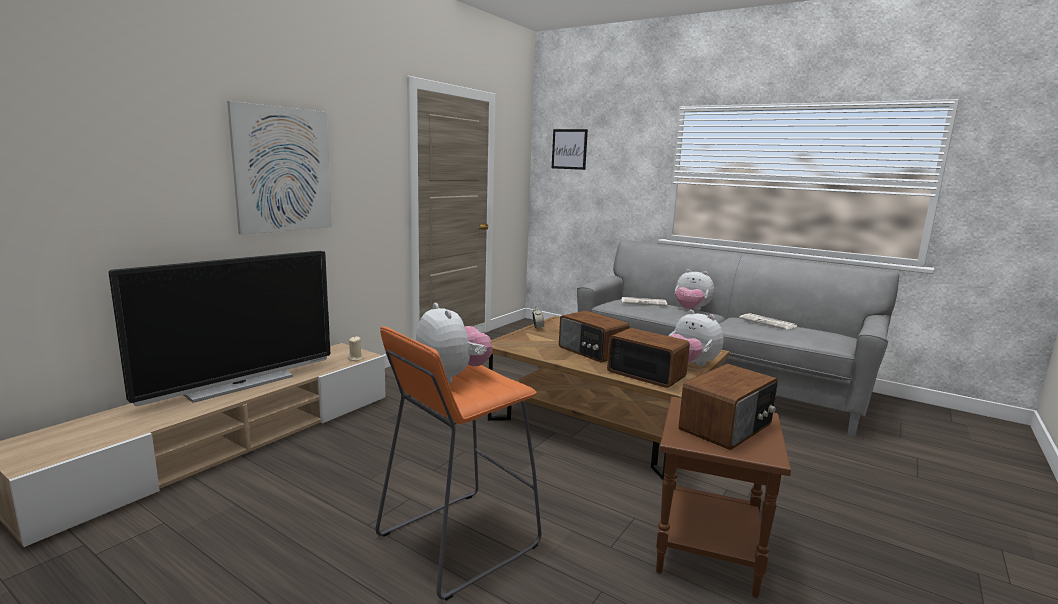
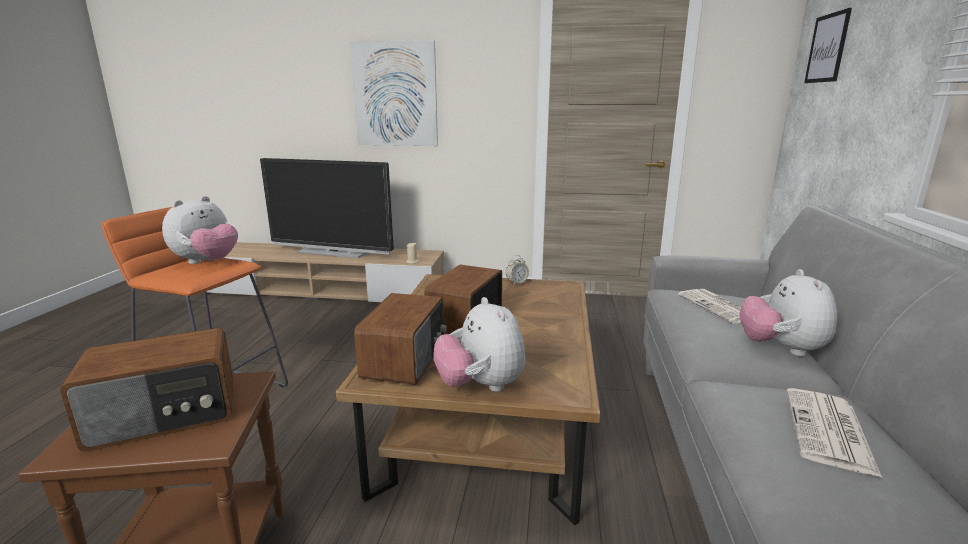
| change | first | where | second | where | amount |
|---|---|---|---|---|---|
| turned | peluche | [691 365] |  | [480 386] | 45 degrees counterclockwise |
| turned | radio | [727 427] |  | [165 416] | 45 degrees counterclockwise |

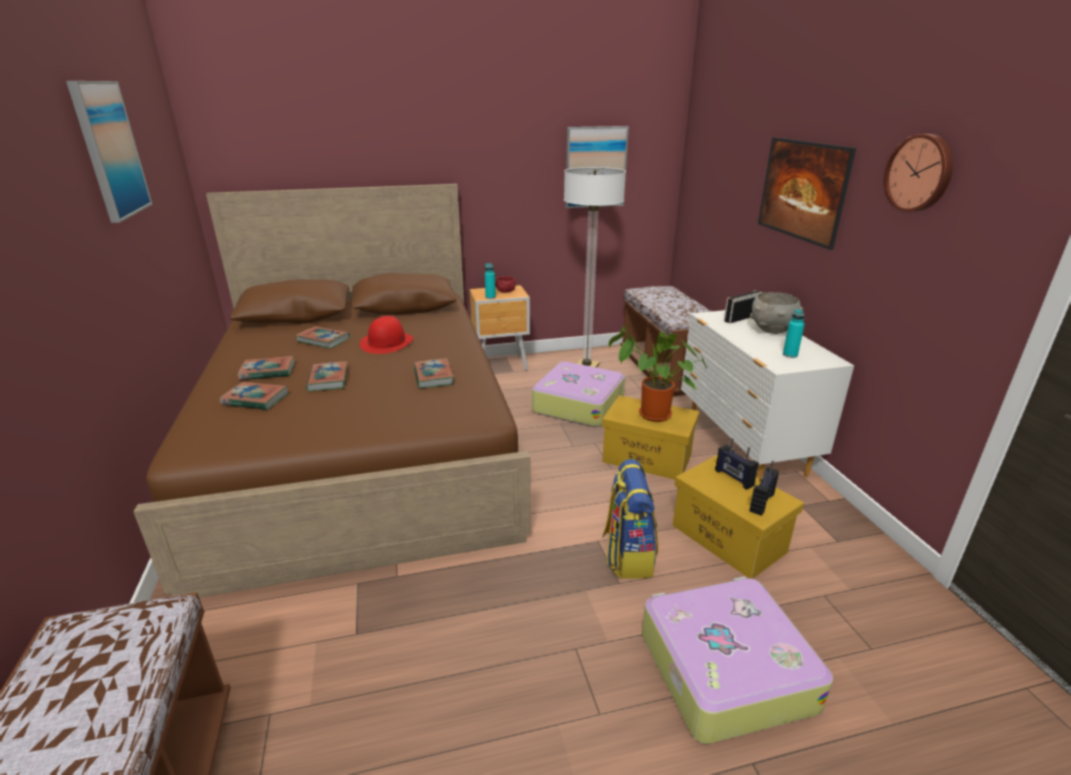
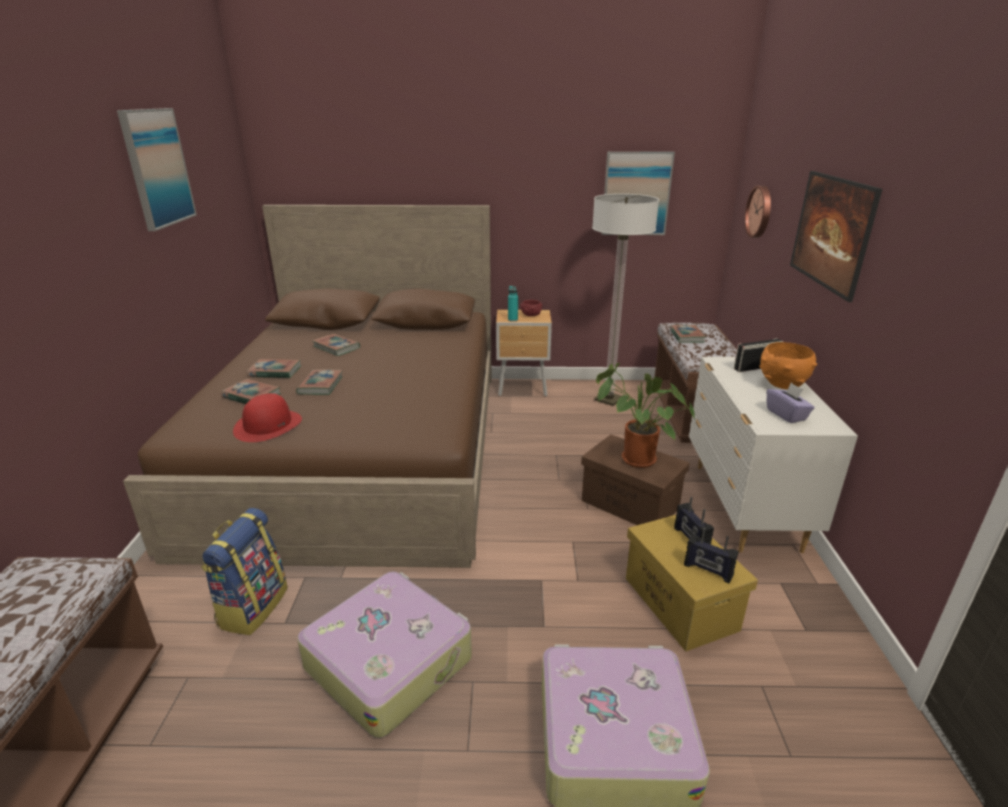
| change | first | where | second | where | amount |
|---|---|---|---|---|---|
| moved | chapeau (rouge) | [387 342] |  | [268 425] |  |
| moved | livre | [433 376] |  | [686 336] |  |
| moved | valise | [578 404] |  | [389 661] |  |
| moved | sac à dos | [627 555] |  | [252 607] |  |
| moved | horloge murale | [920 173] |  | [760 211] |  |
| replaced | bouteille (turquoise) | [790 355] | boîte à mouchoirs (violet) | [786 415] |  |
| recoloured | boîte de rangement (jaune) | [648 458] | boîte de rangement (marron) | [631 504] |  |
| recoloured | bol (gris) | [771 331] | bol (orange) | [782 385] |  |
| turned | radio | [761 502] |  | [708 571] | 105 degrees counterclockwise |

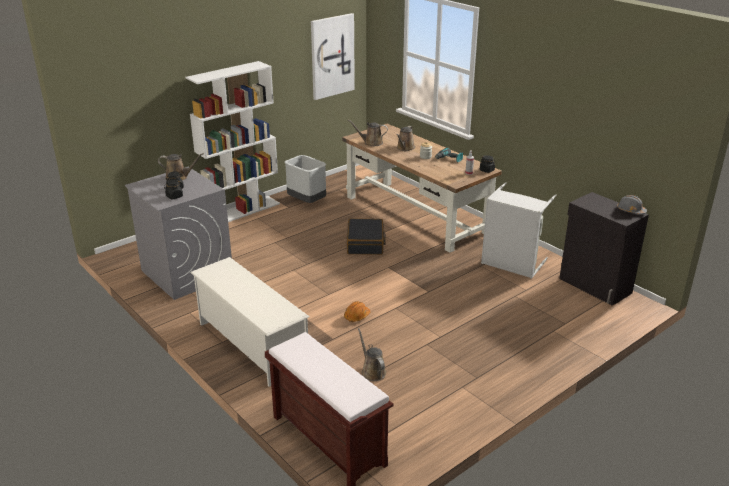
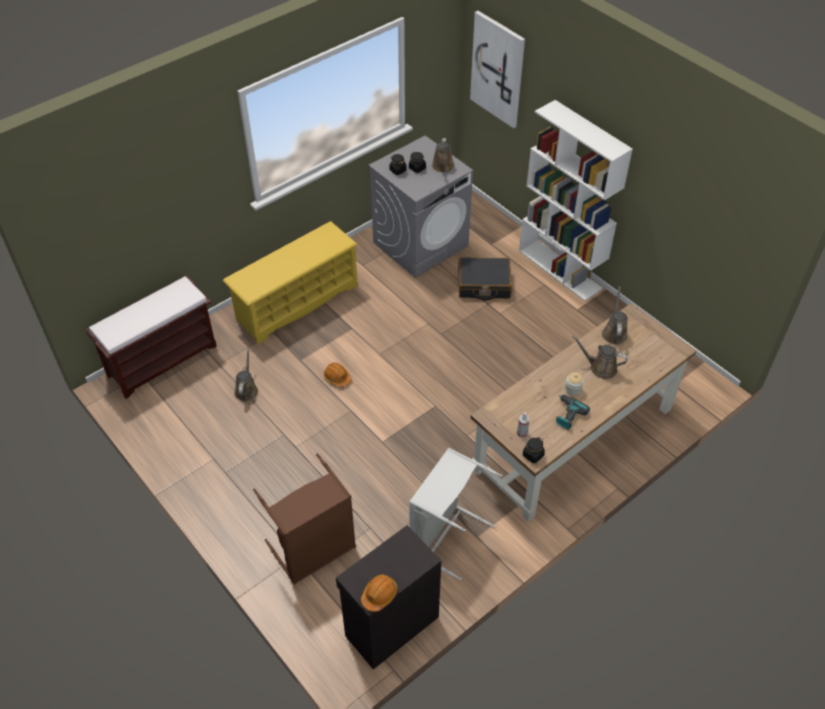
| change | first | where | second | where | amount |
|---|---|---|---|---|---|
| removed | poubelle (gris) | [306 202] |  |  |  |
| added |  |  | panier à linge (marron) | [315 551] |  |
| moved | tableau | [332 56] |  | [498 69] |  |
| moved | valise (noir) | [365 243] |  | [484 285] |  |
| recoloured | étagère à chaussures (blanc) | [251 345] | étagère à chaussures (jaune) | [296 302] |  |
| recoloured | casque de chantier (gris) | [630 211] | casque de chantier (orange) | [379 595] |  |
| turned | arrosoir (marron) | [372 371] |  | [246 389] | 60 degrees counterclockwise |

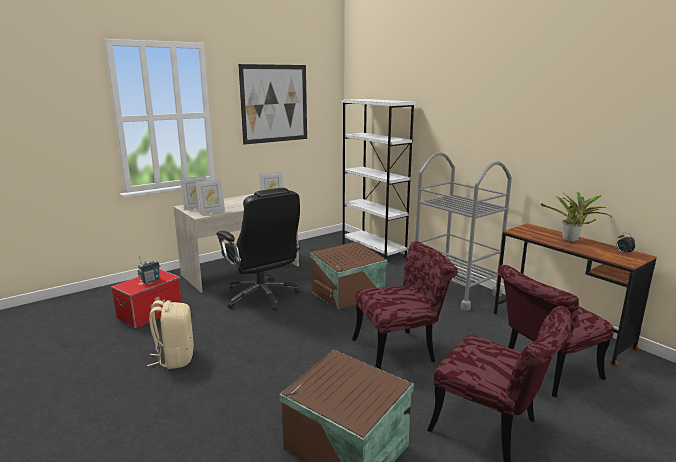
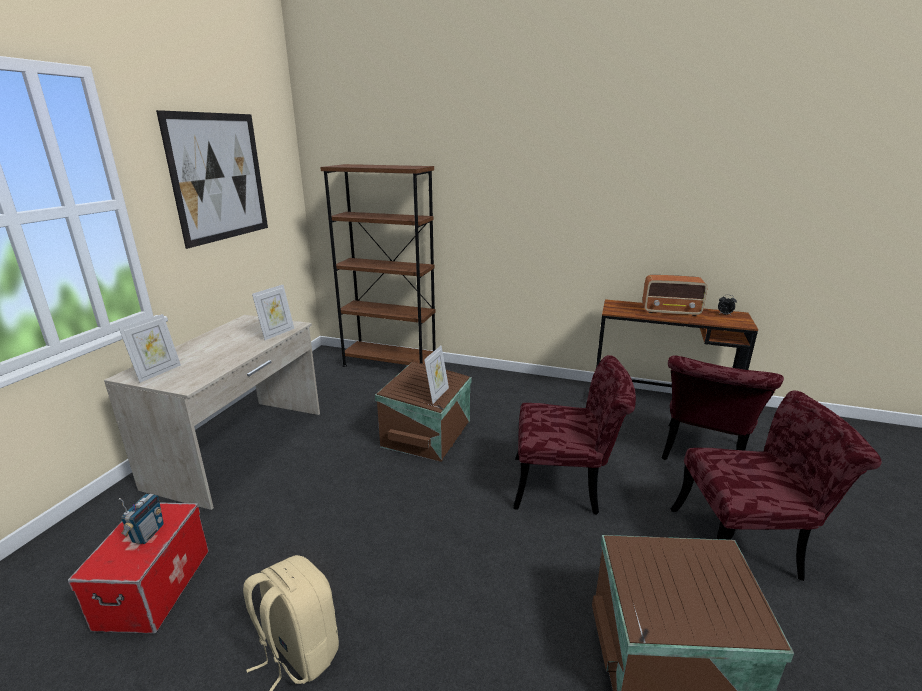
| change | first | where | second | where | amount |
|---|---|---|---|---|---|
| removed | chaise de bureau (noir) | [262 296] |  |  |  |
| removed | chariot (gris) | [454 290] |  |  |  |
| moved | cadre photo | [211 212] |  | [437 395] |  |
| replaced | plante en pot | [571 241] | radio | [671 311] |  |
| recoloured | bibliothèque (blanc) | [373 250] | bibliothèque (marron) | [389 364] |  |
| turned | chaise (rouge) | [401 349] |  | [566 486] | 60 degrees clockwise |

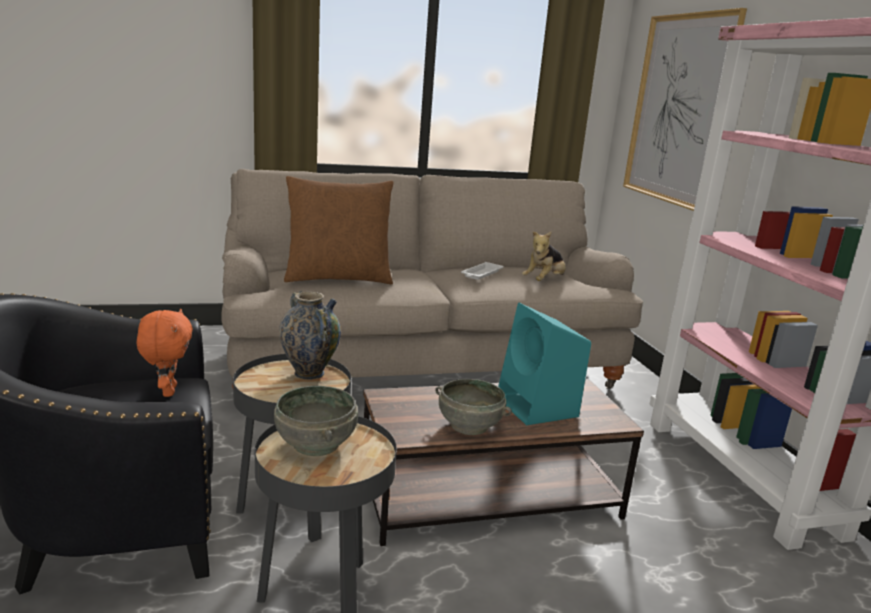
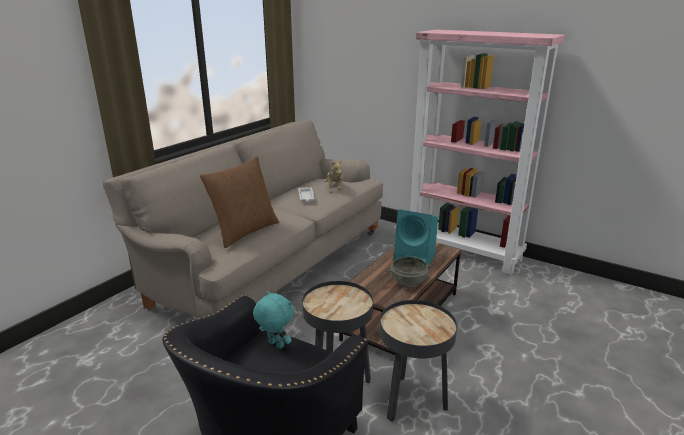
| change | first | where | second | where | amount |
|---|---|---|---|---|---|
| removed | bol (gris) | [317 444] |  |  |  |
| removed | vase | [309 373] |  |  |  |
| removed | tableau | [678 109] |  |  |  |
| recoloured | peluche (orange) | [167 391] | peluche (turquoise) | [275 345] |  |

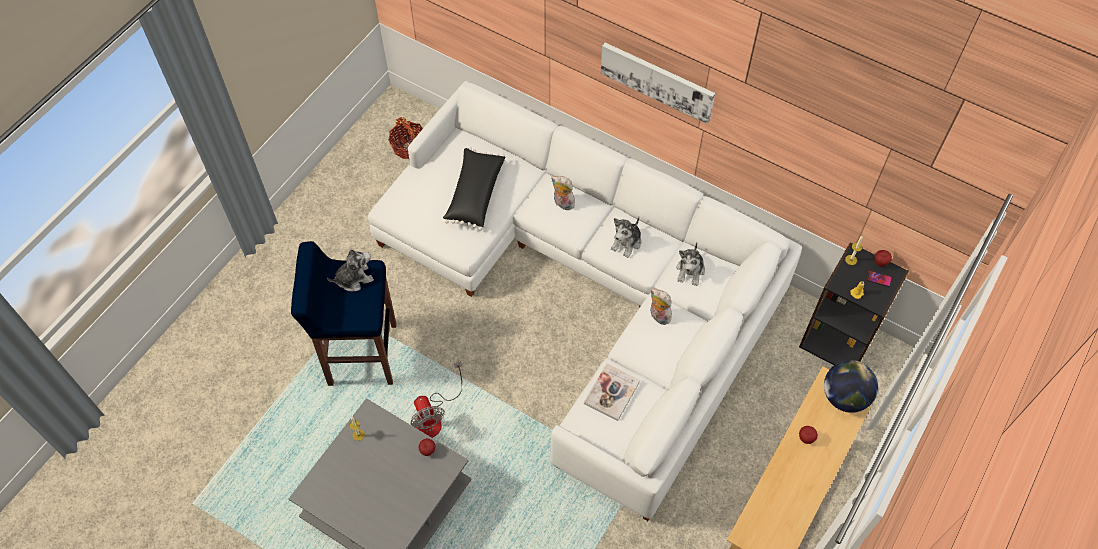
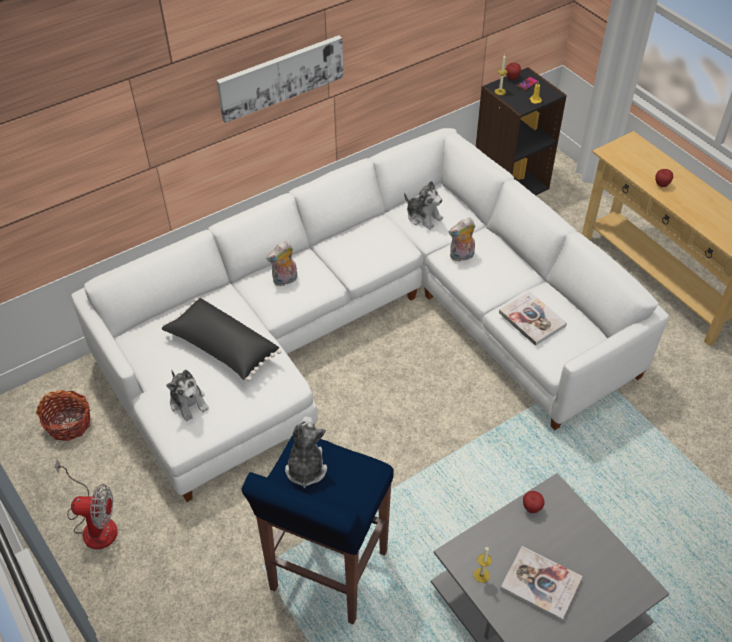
| change | first | where | second | where | amount |
|---|---|---|---|---|---|
| removed | globe | [844 397] |  |  |  |
| added |  |  | livre | [540 584] |  |
| moved | ventilateur | [434 417] |  | [94 524] |  |
| moved | peluche | [627 242] |  | [188 402] |  |

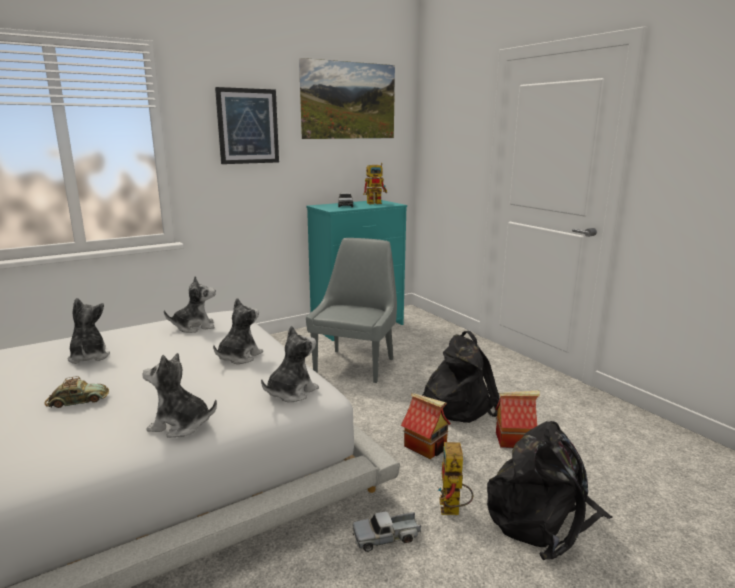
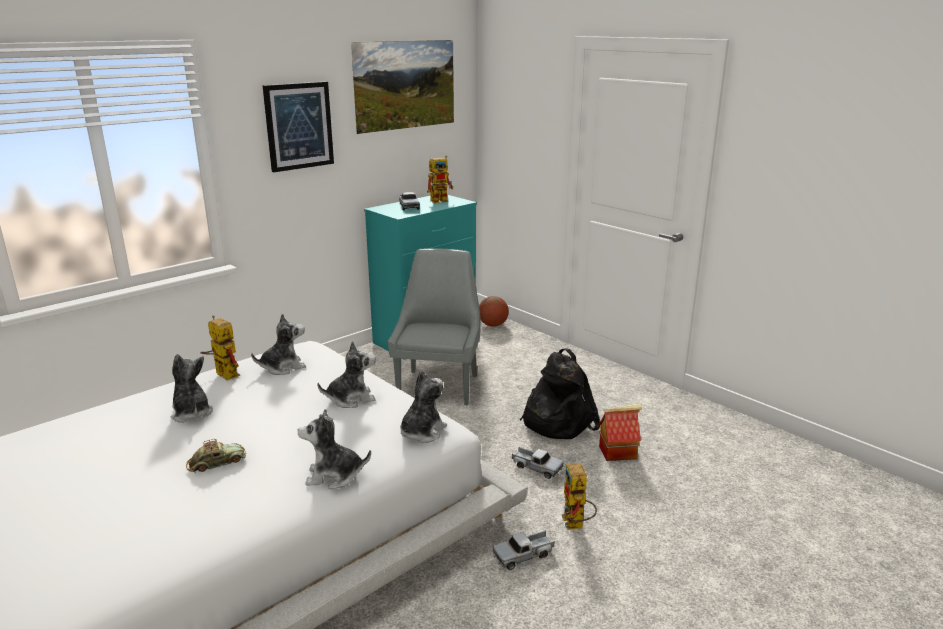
| change | first | where | second | where | amount |
|---|---|---|---|---|---|
| removed | sac à dos (noir) | [542 518] |  |  |  |
| added |  |  | robot jouet | [223 374] |  |
| added |  |  | ballon de basket | [493 325] |  |
| replaced | maison miniature | [426 446] | camion jouet | [536 467] |  |
| turned | peluche | [239 357] |  | [351 399] | 45 degrees clockwise |

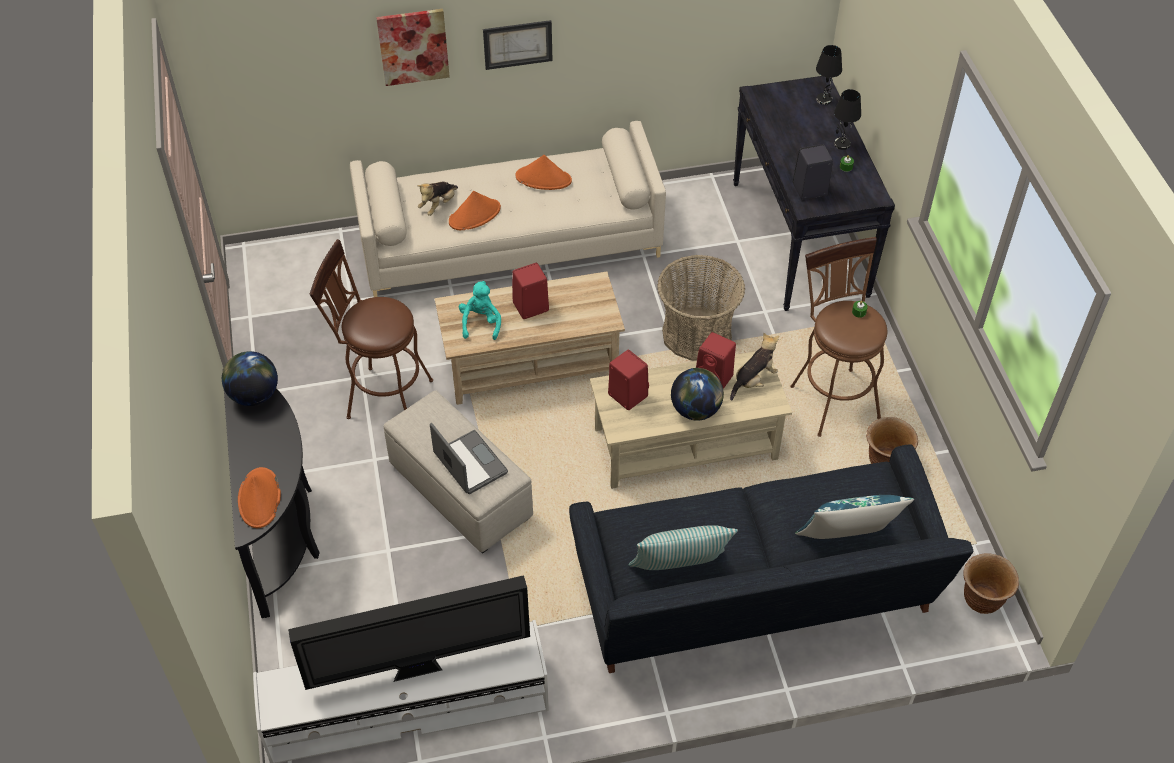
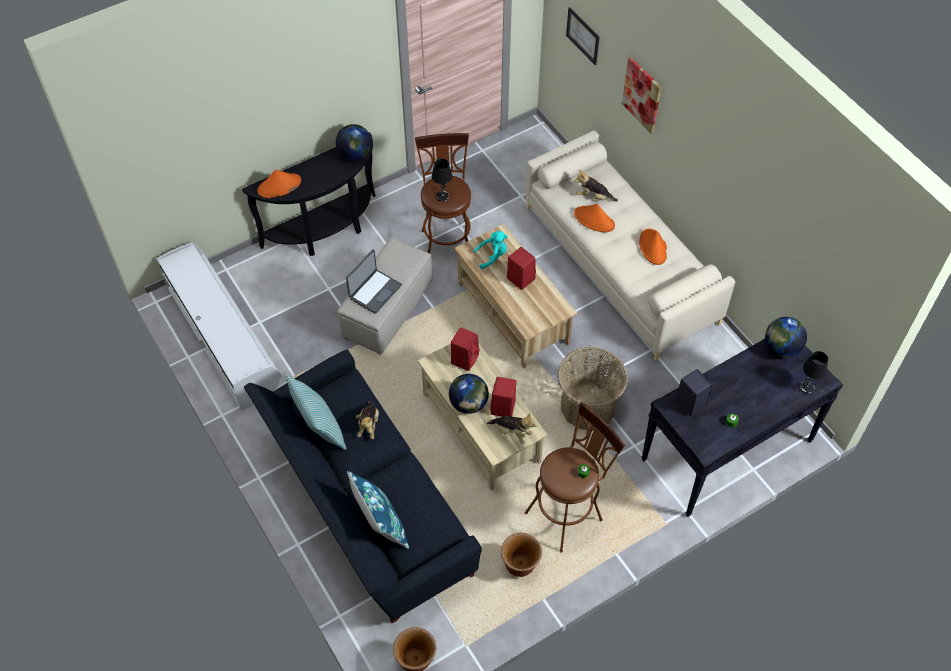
| change | first | where | second | where | amount |
|---|---|---|---|---|---|
| removed | téléviseur | [420 669] |  |  |  |
| added |  |  | peluche | [368 425] |  |
| added |  |  | globe | [781 348] |  |
| moved | tableau | [517 44] |  | [583 36] |  |
| moved | lampe de table (noir) | [841 144] |  | [442 196] |  |

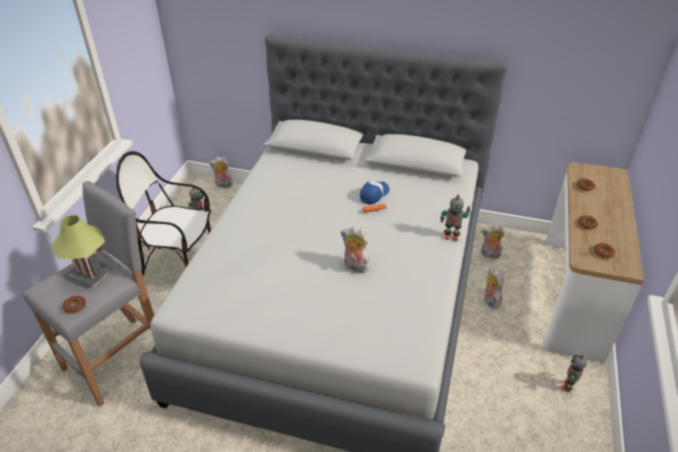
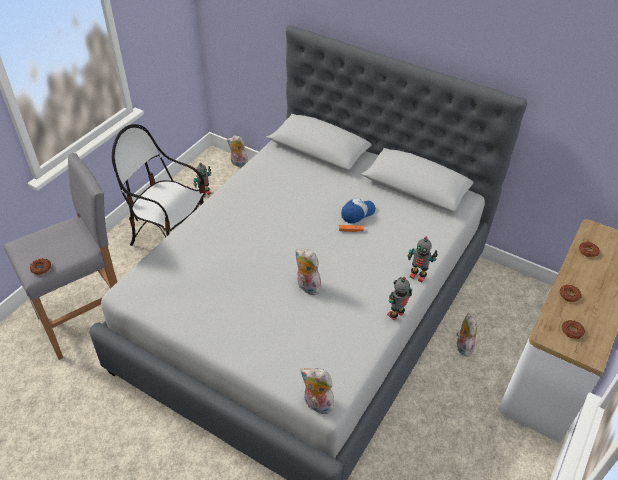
| change | first | where | second | where | amount |
|---|---|---|---|---|---|
| removed | lampe de table | [90 274] |  |  |  |
| moved | peluche | [489 255] |  | [316 405] |  |
| moved | robot jouet | [568 386] |  | [396 315] |  |

